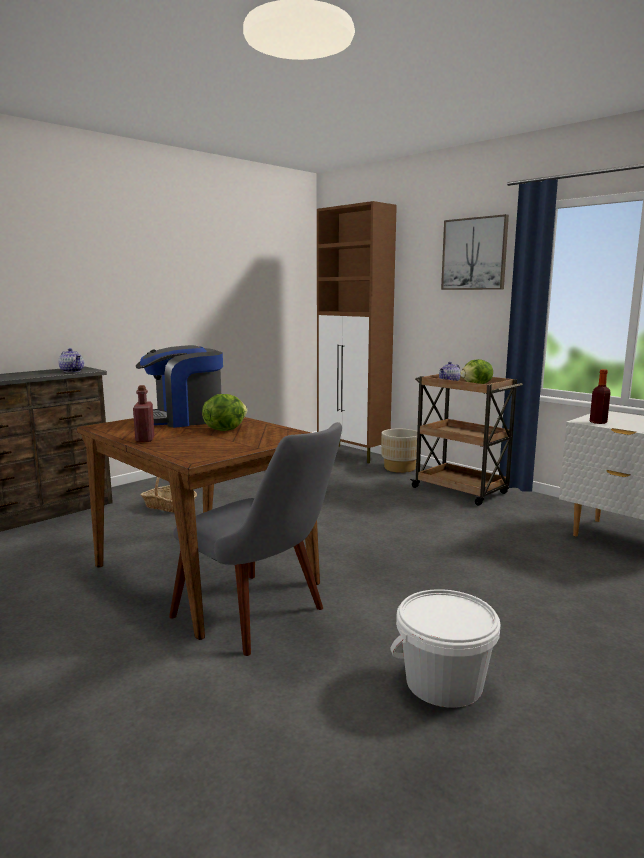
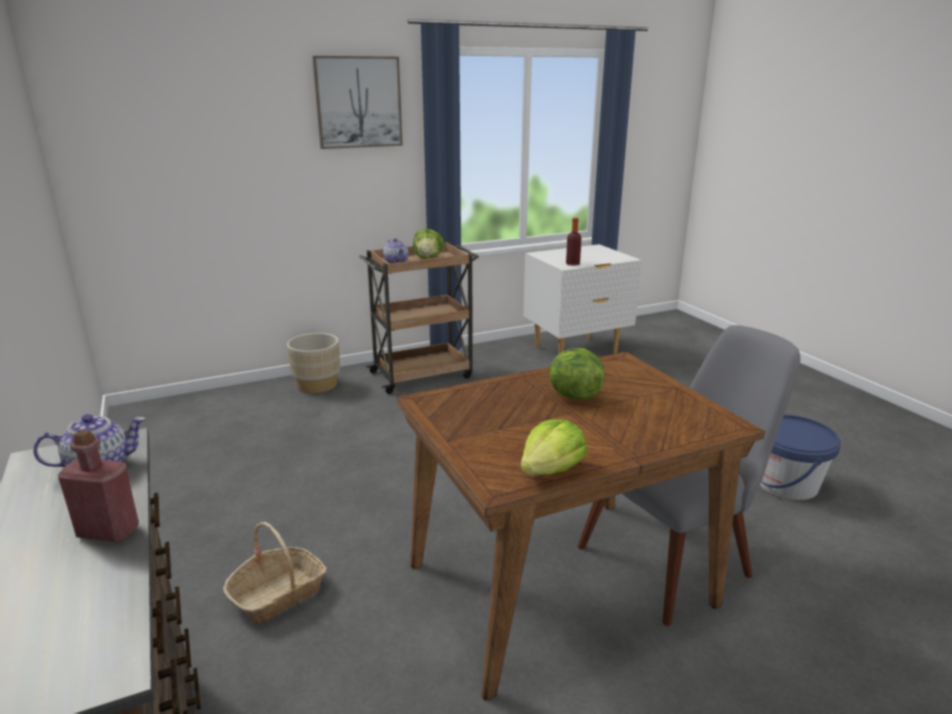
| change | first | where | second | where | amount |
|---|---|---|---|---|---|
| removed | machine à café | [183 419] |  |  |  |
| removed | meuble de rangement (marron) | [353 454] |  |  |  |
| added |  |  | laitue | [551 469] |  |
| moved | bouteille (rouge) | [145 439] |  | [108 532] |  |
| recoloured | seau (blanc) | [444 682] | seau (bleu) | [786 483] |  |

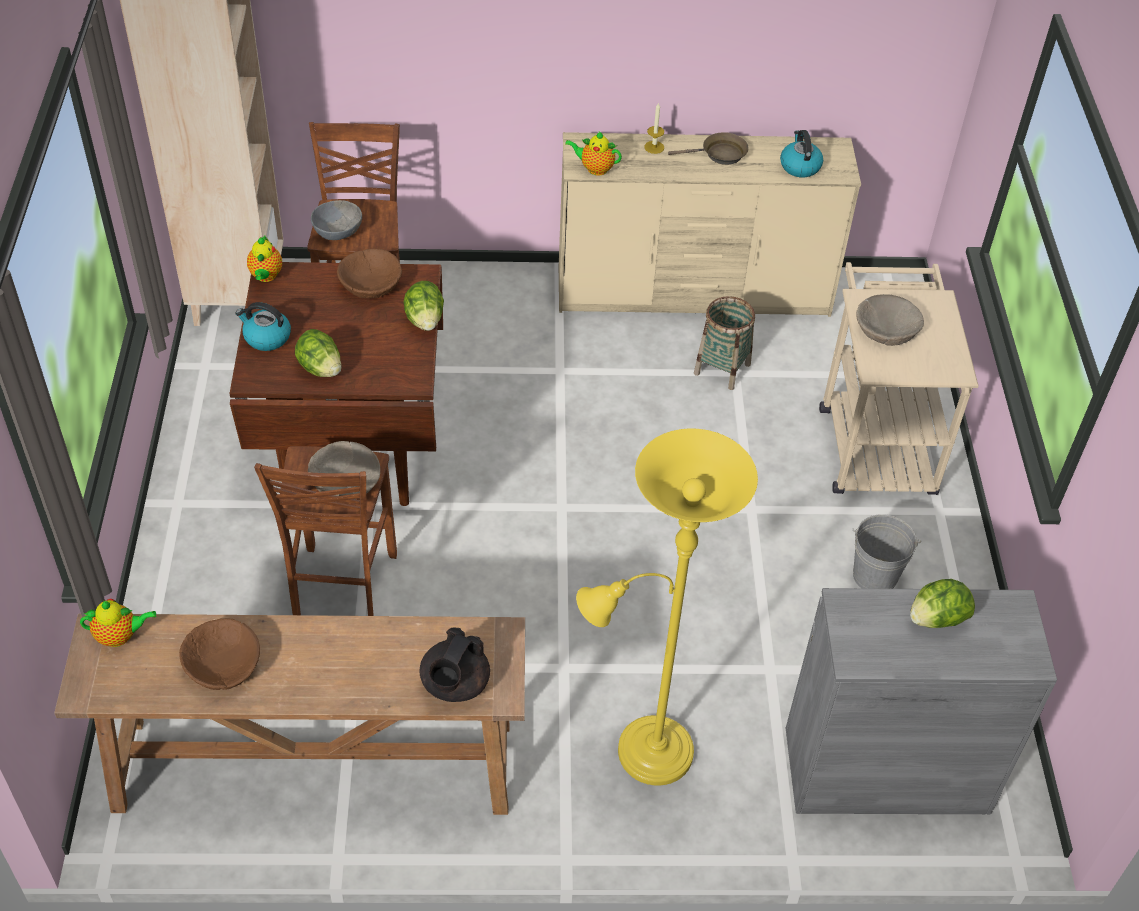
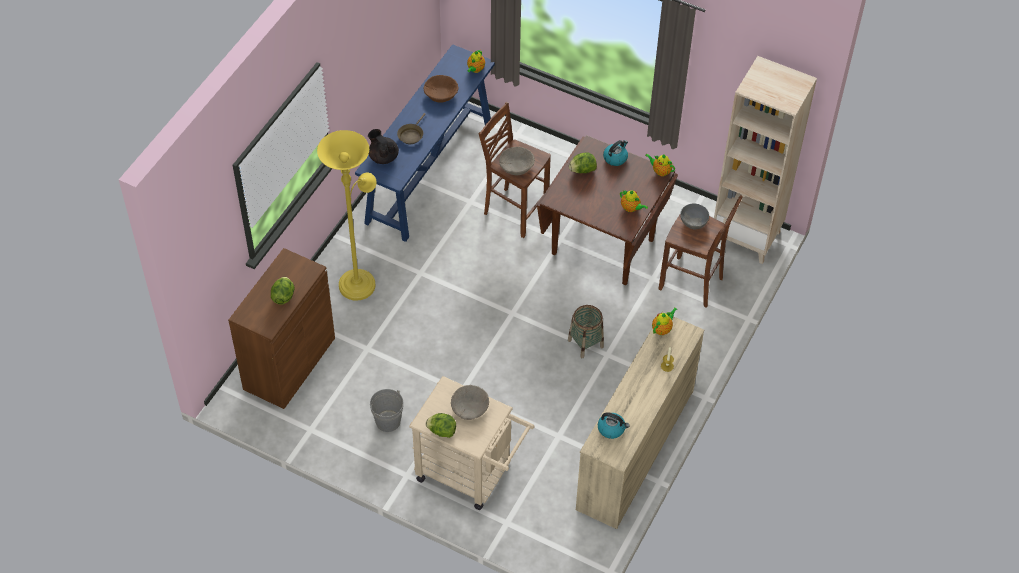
| change | first | where | second | where | amount |
|---|---|---|---|---|---|
| moved | laitue | [425 320] |  | [441 431] |  |
| moved | poêle (marron) | [720 154] |  | [411 135] |  |
| moved | panier | [722 369] |  | [585 343] |  |
| replaced | bol (marron) | [370 284] | théière | [631 208] |  |
| recoloured | table console (marron) | [312 767] | table console (bleu) | [429 171] |  |
| recoloured | meuble de rangement (gris) | [886 770] | meuble de rangement (marron) | [289 363] |  |

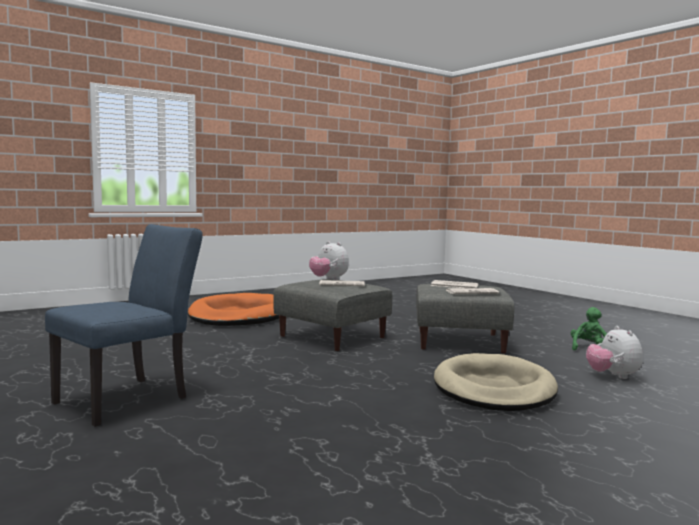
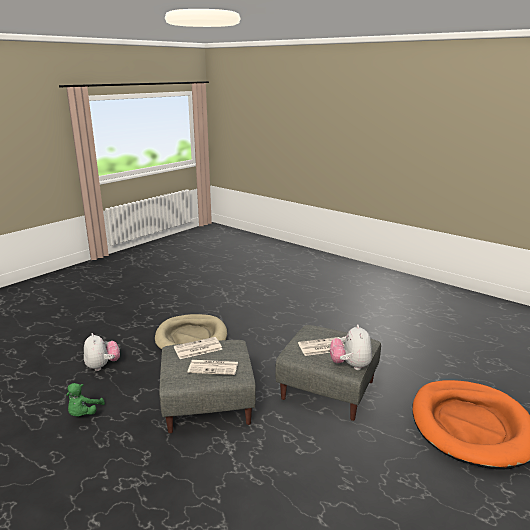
| change | first | where | second | where | amount |
|---|---|---|---|---|---|
| removed | chaise (bleu) | [130 398] |  |  |  |
| turned | peluche | [328 279] |  | [350 365] | 120 degrees counterclockwise |

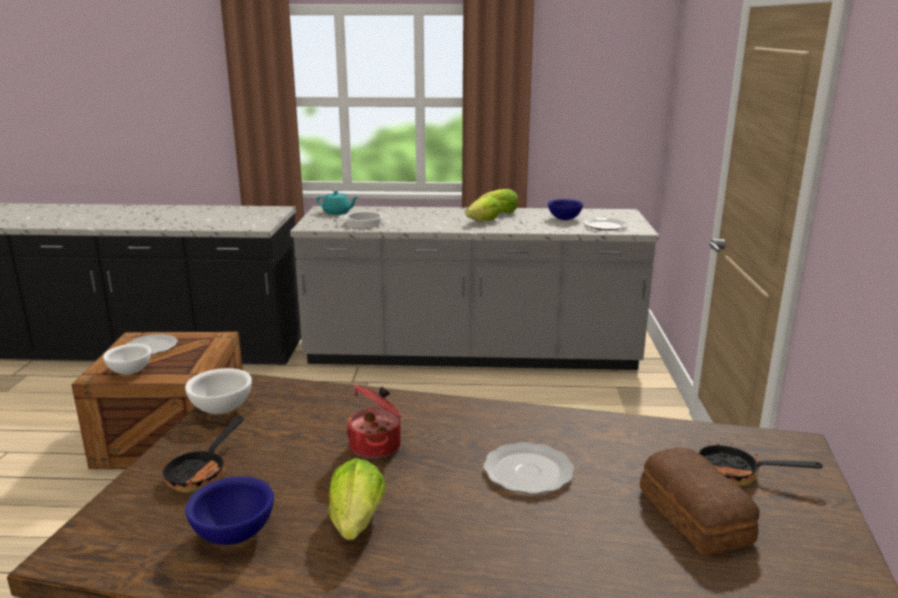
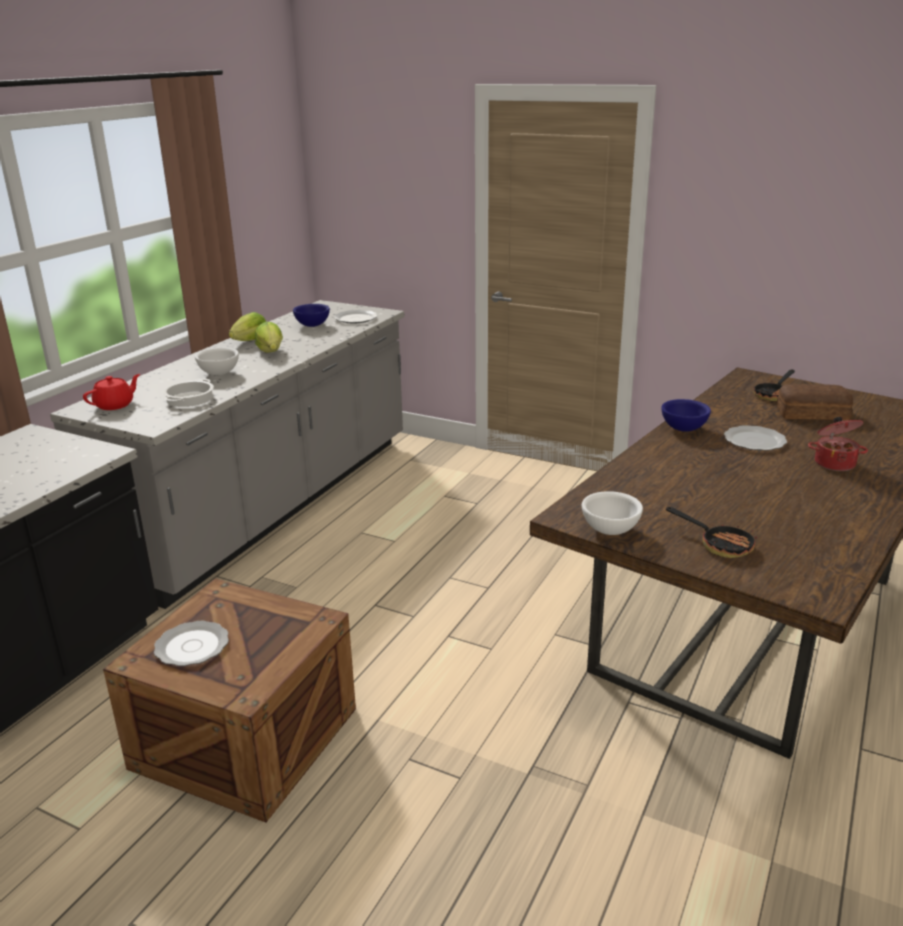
| change | first | where | second | where | amount |
|---|---|---|---|---|---|
| removed | laitue | [357 522] |  |  |  |
| moved | bol (blanc) | [130 371] |  | [218 373] |  |
| moved | bol (bleu) | [234 535] |  | [684 429] |  |
| moved | marmite | [377 446] |  | [834 463] |  |
| recoloured | théière (turquoise) | [337 213] | théière (rouge) | [115 405] |  |

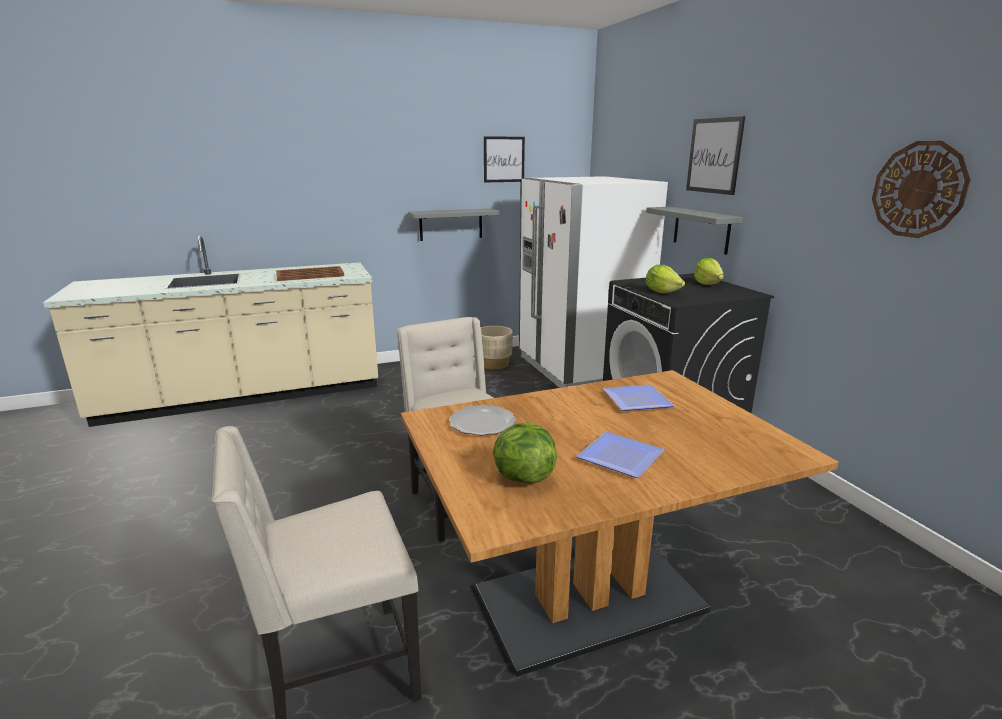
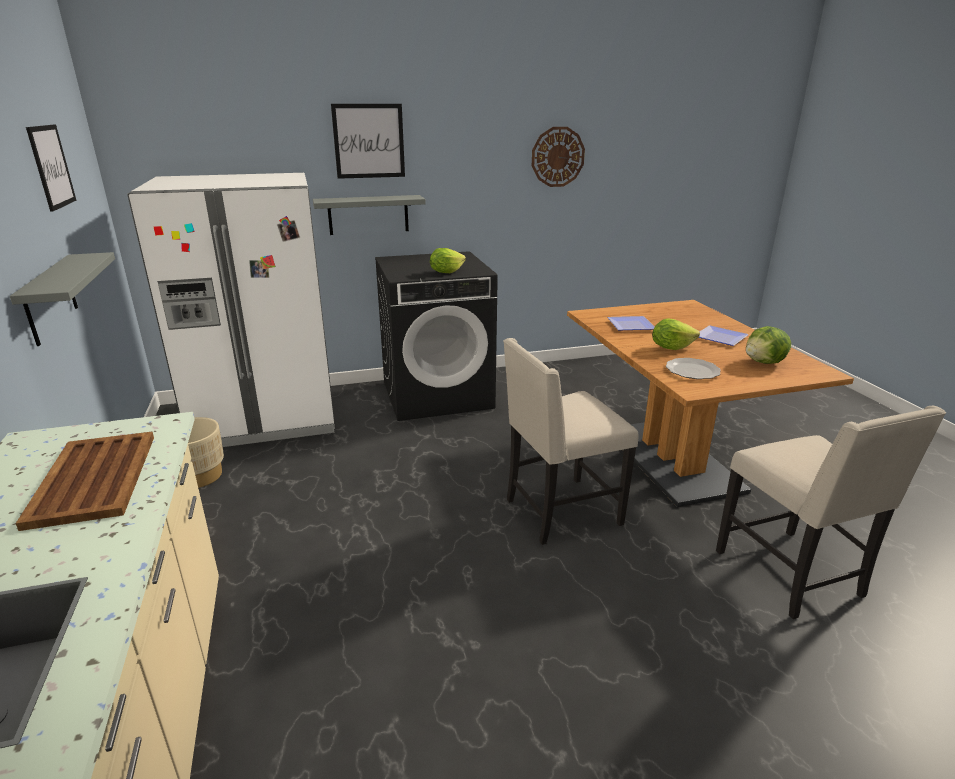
| change | first | where | second | where | amount |
|---|---|---|---|---|---|
| moved | laitue | [707 284] |  | [671 347] |  |

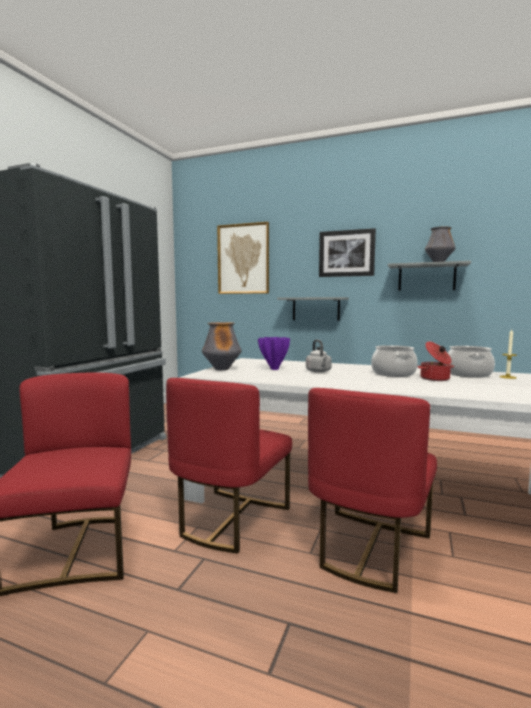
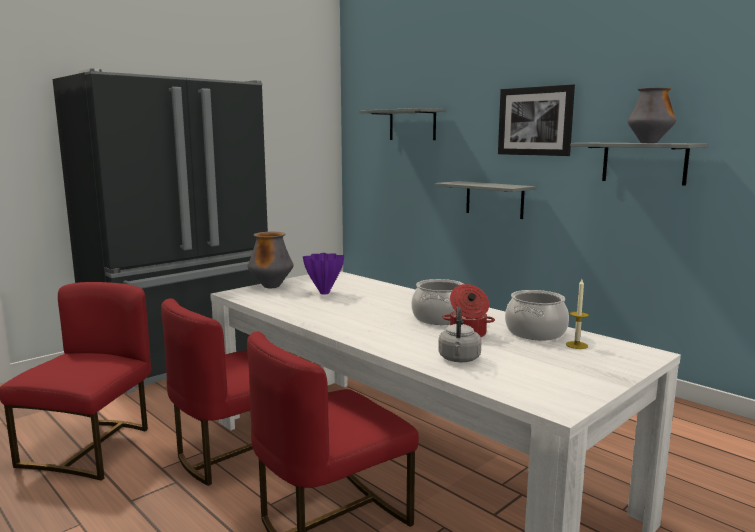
| change | first | where | second | where | amount |
|---|---|---|---|---|---|
| moved | bouilloire (gris) | [319 371] |  | [459 359] |  |
| replaced | tableau | [243 259] | étagère (gris) | [412 125] |  |

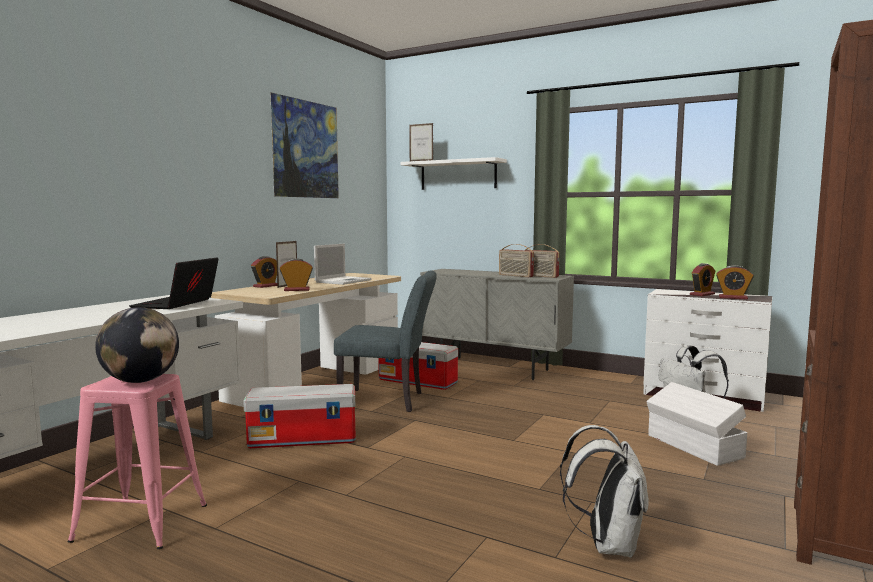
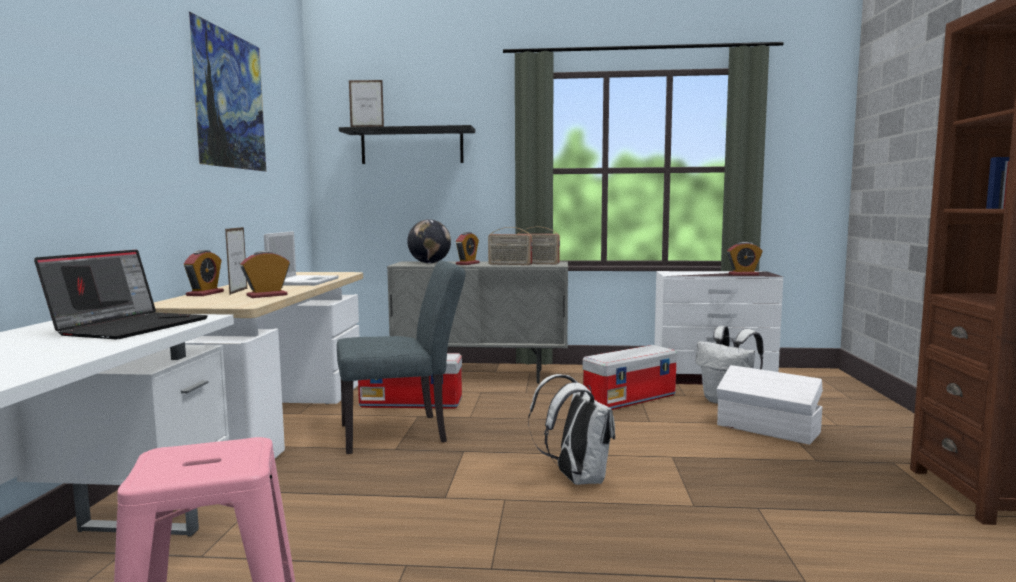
| change | first | where | second | where | amount |
|---|---|---|---|---|---|
| moved | globe | [140 381] |  | [429 263] |  |
| moved | boîte de rangement | [304 439] |  | [630 399] |  |
| moved | sac à dos (blanc) | [607 544] |  | [576 478] |  |
| moved | réveil | [702 294] |  | [467 263] |  |
| recoloured | étagère (blanc) | [458 175] | étagère (noir) | [412 146] |  |
| turned | ordinateur portable | [176 304] |  | [131 326] | 150 degrees counterclockwise |

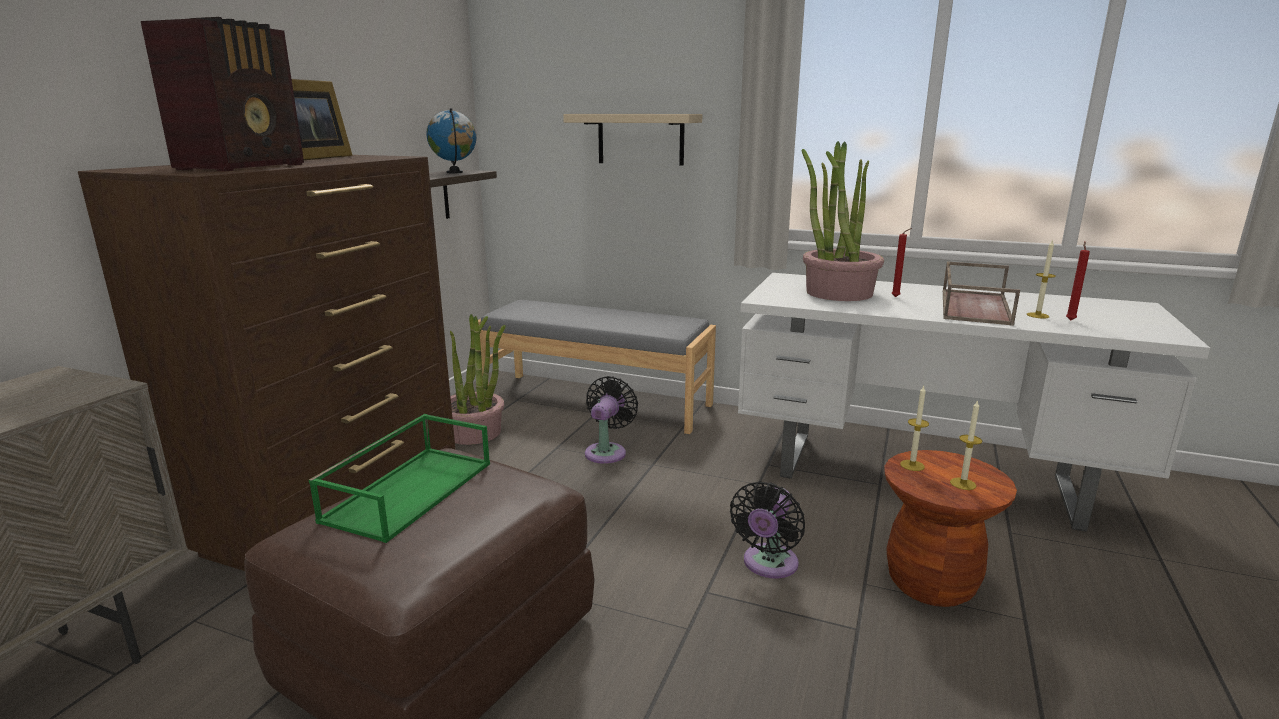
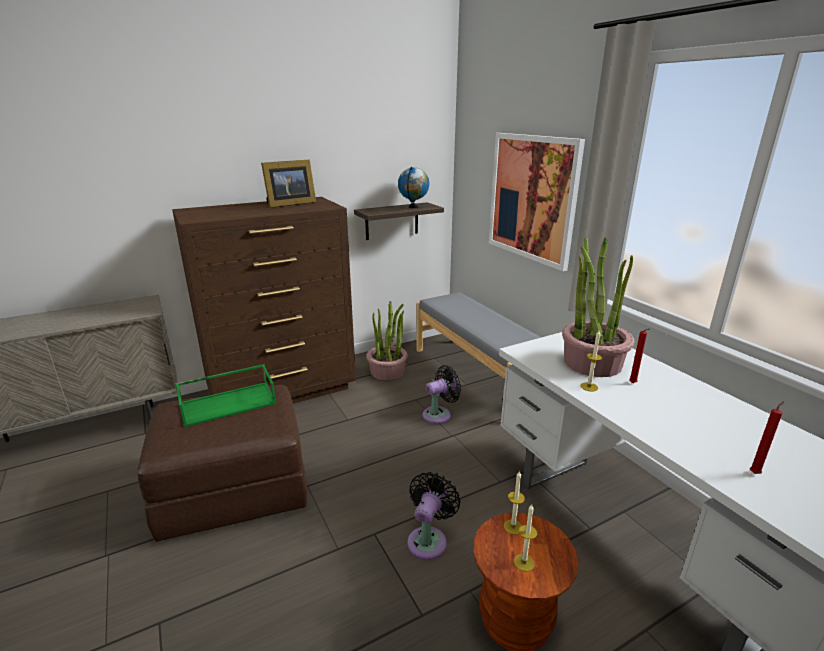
| change | first | where | second | where | amount |
|---|---|---|---|---|---|
| removed | radio | [245 167] |  |  |  |
| removed | plateau (marron) | [973 306] |  |  |  |
| moved | bougie | [1037 315] |  | [589 387] |  |
| replaced | étagère (beige) | [640 139] | tableau | [532 198] |  |
| turned | ventilateur (noir) | [768 565] |  | [429 539] | 135 degrees clockwise |

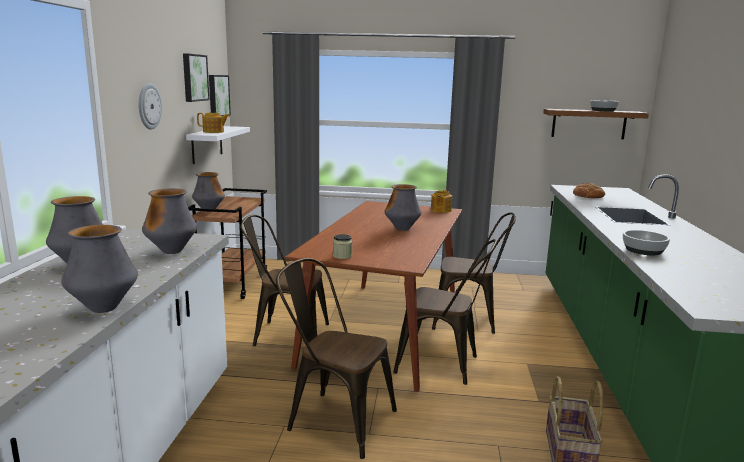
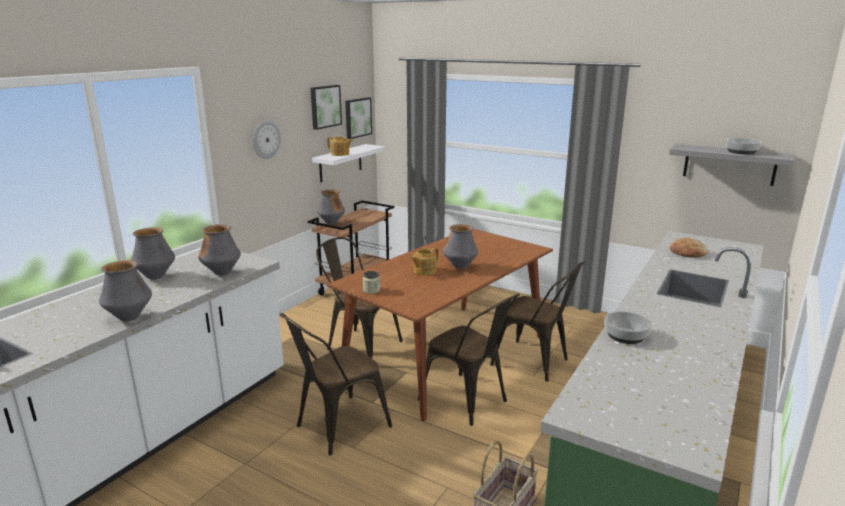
| change | first | where | second | where | amount |
|---|---|---|---|---|---|
| moved | théière | [440 210] |  | [424 271] |  |
| recoloured | étagère (marron) | [588 124] | étagère (gris) | [729 164] |  |
| turned | chaise (marron) | [334 419] |  | [336 428] | 90 degrees counterclockwise |

